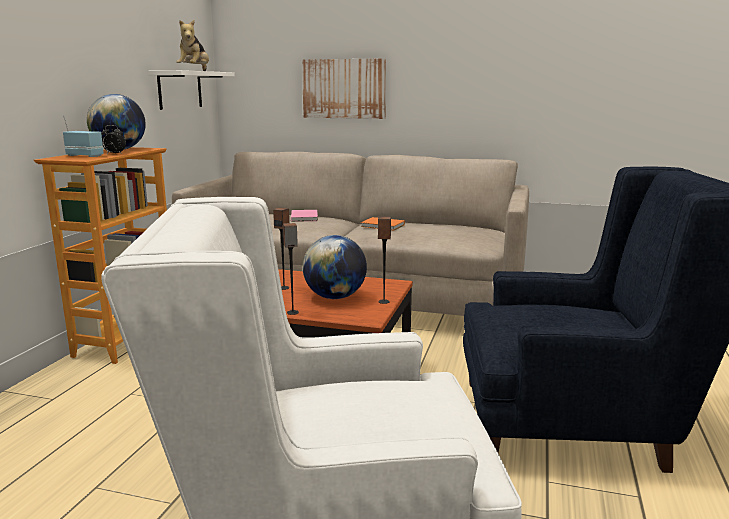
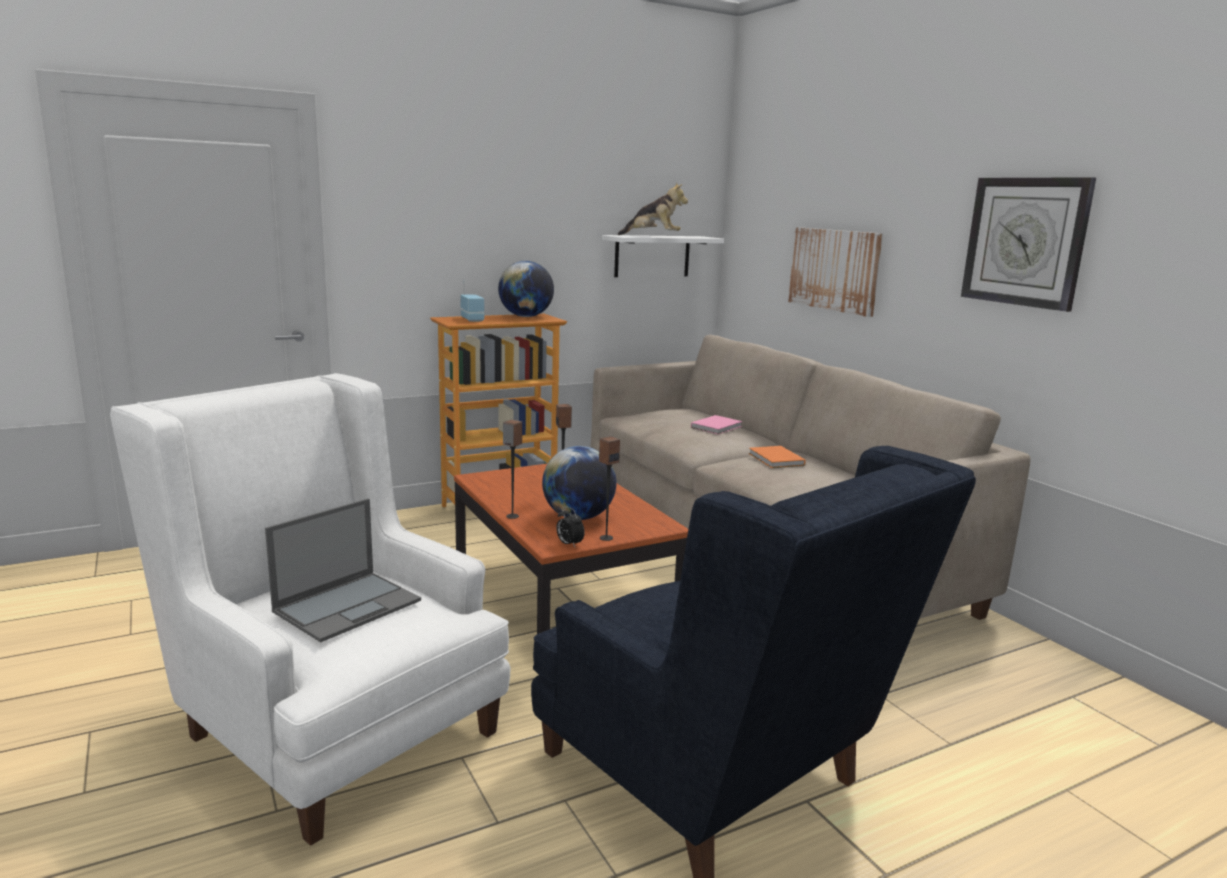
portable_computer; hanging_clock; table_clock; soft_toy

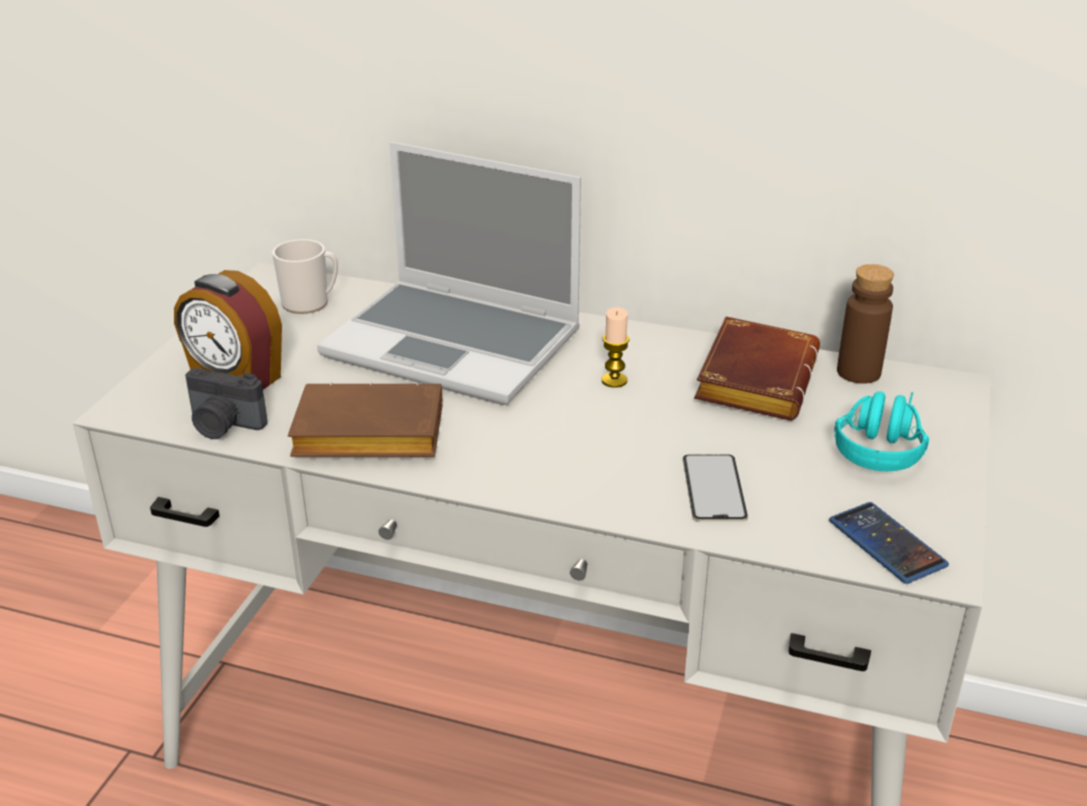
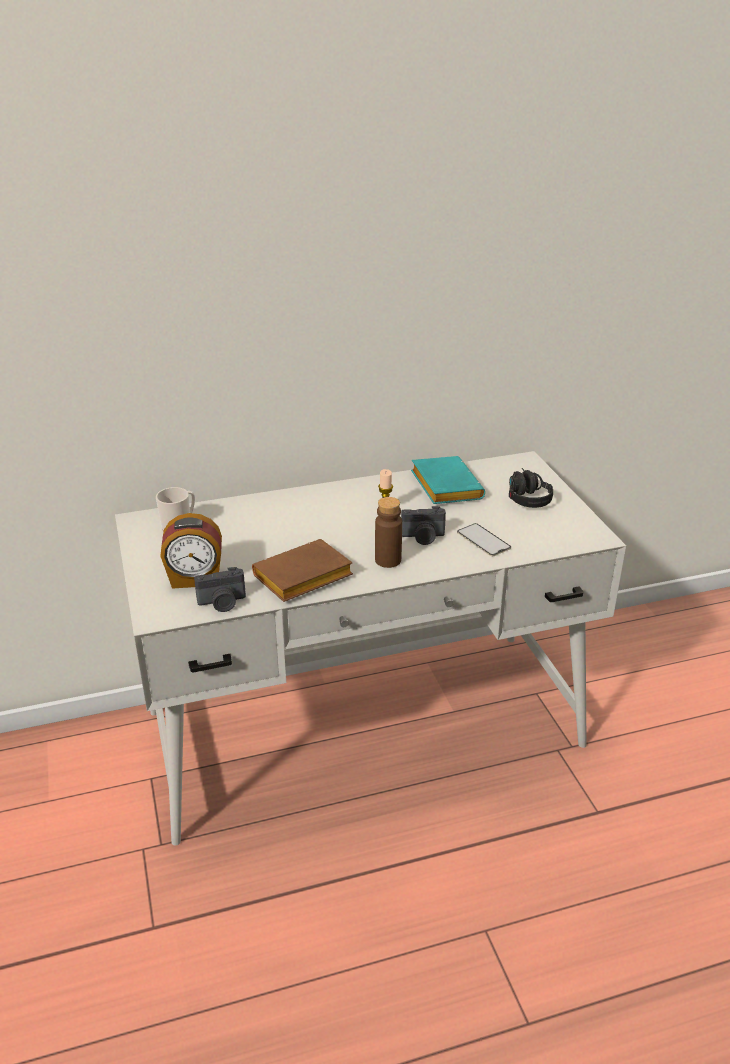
portable_computer; phone (2nd from left in the first image); still_camera (2nd from left); brown-coloured_drink_bottle; blue-green_bound_book; black_pair_of_headphones

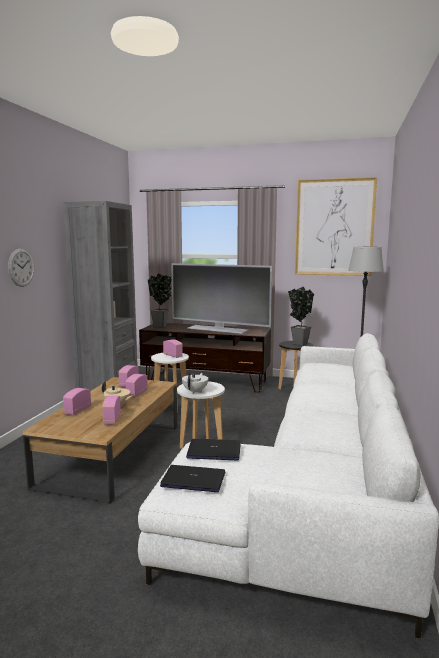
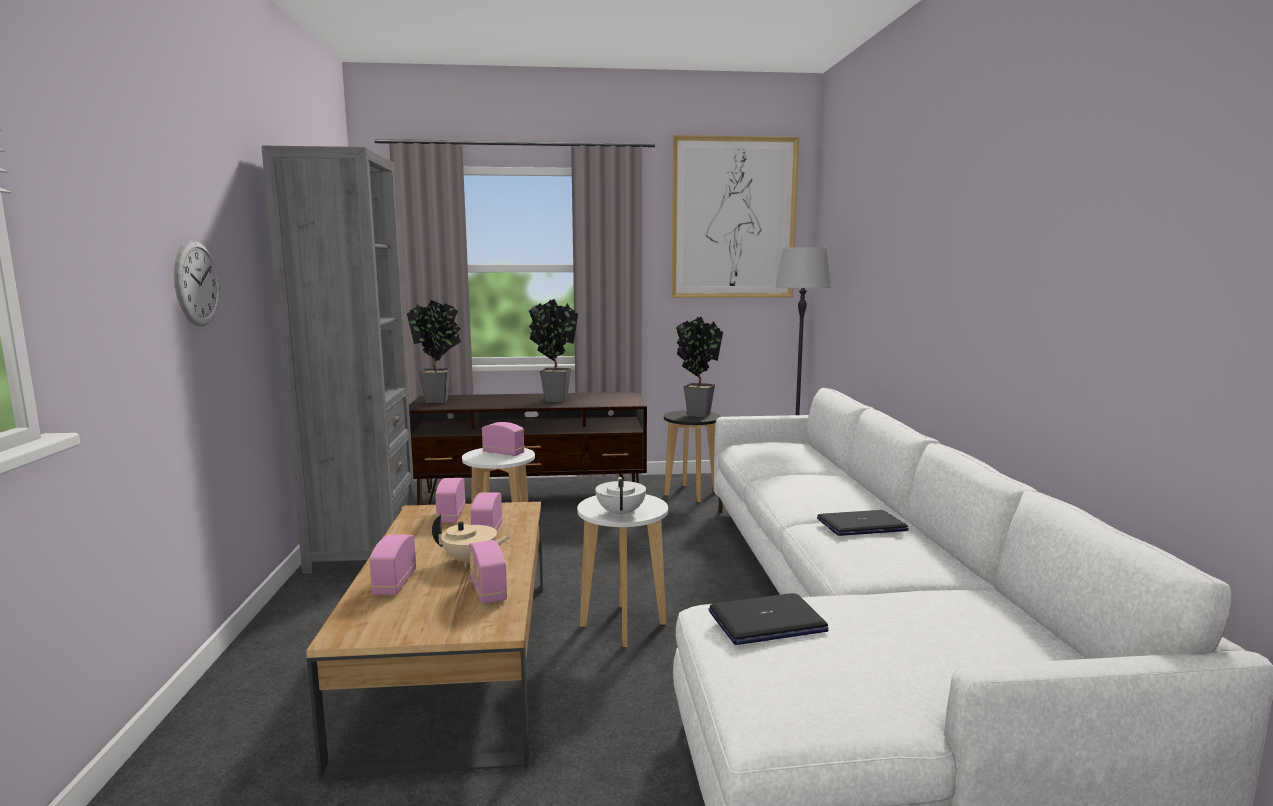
portable_computer (2nd from left); houseplant (2nd from left)

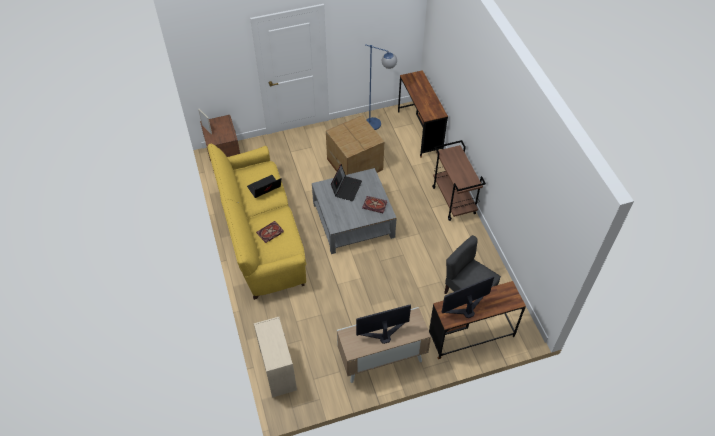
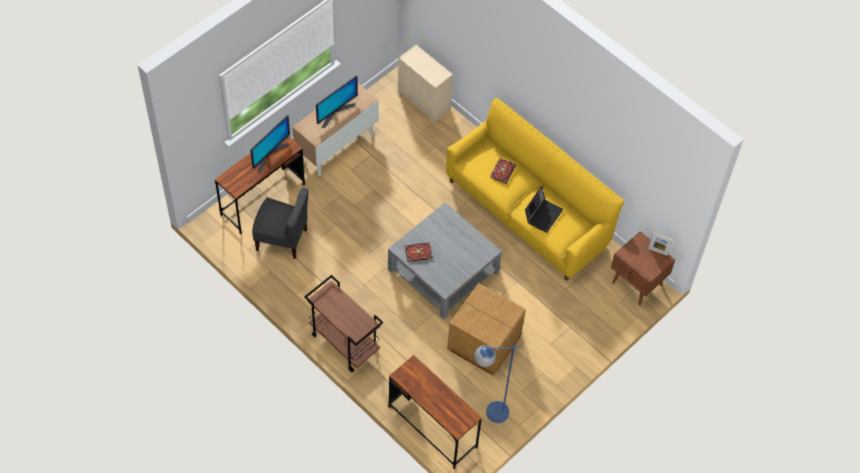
portable_computer (2nd from left in the first image)

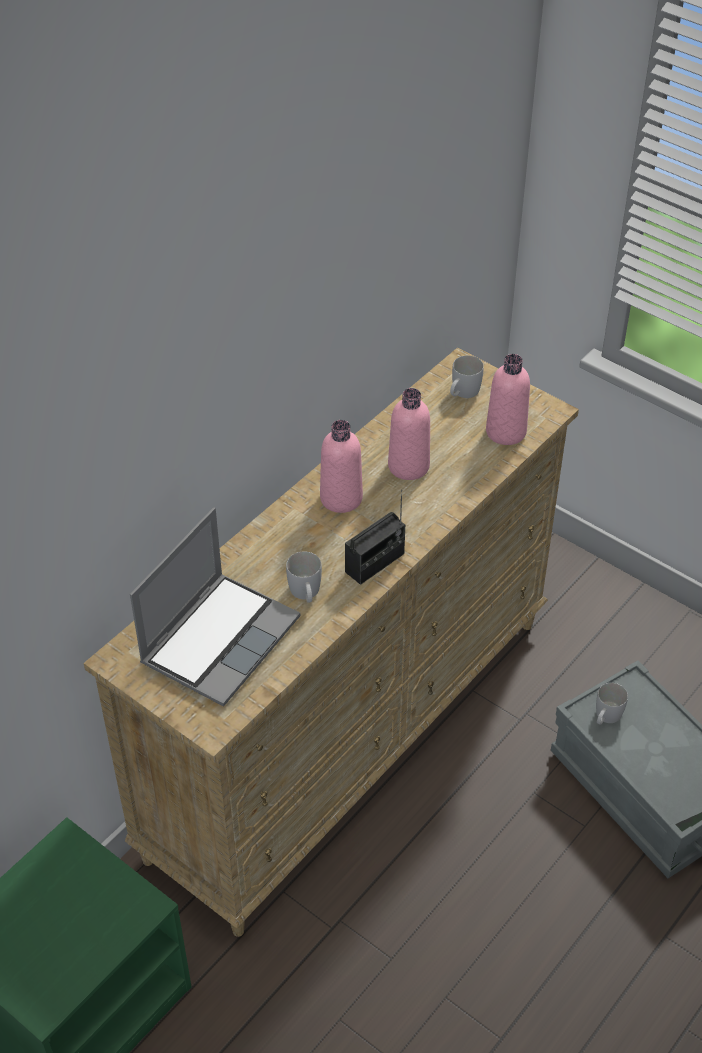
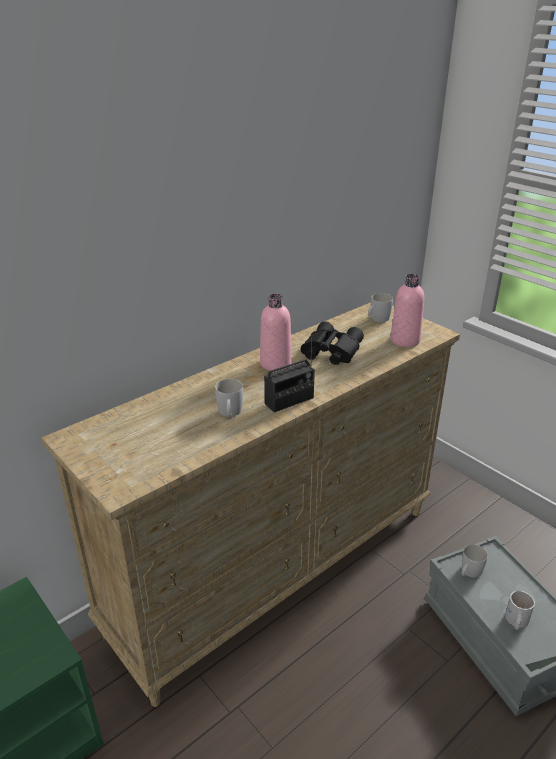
portable_computer; white-coloured_mug (4th from left); black_binoculars

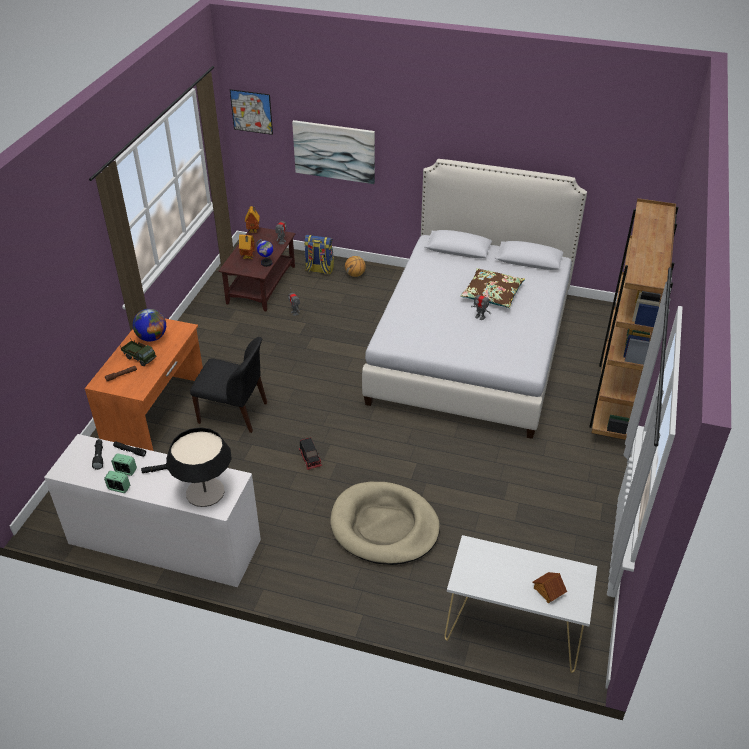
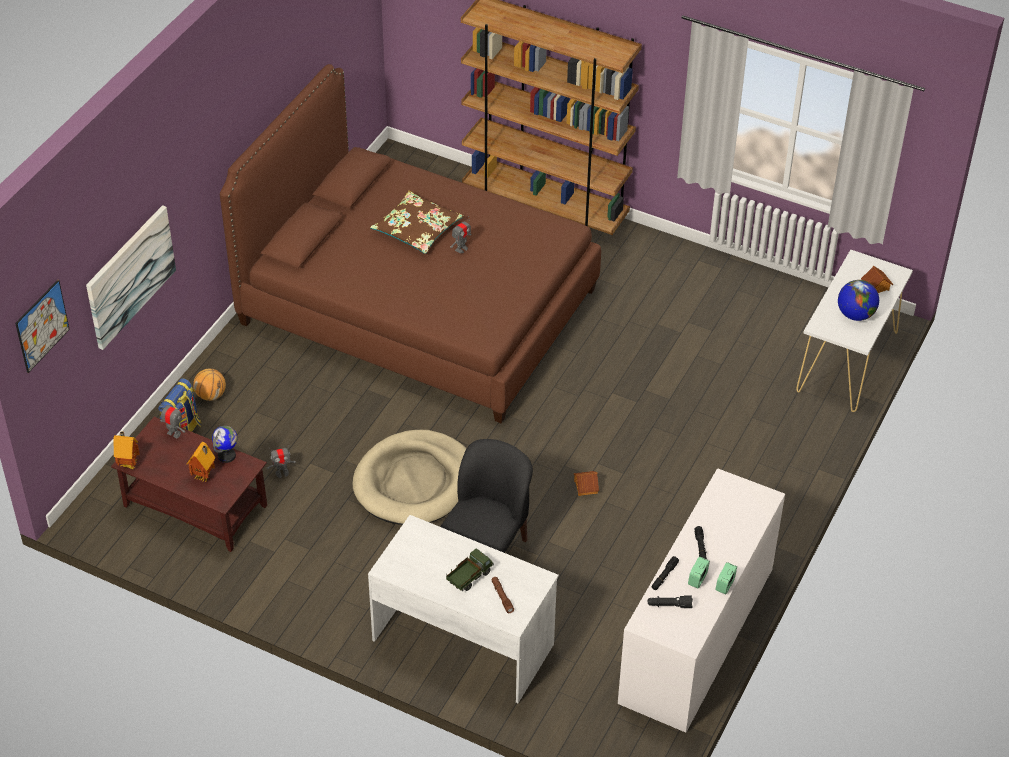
lamp_for_a_table; world_globe (2nd from left); sand-coloured_dog_cushion; miniature_house (3rd from left); white-coloured_desk_unit; brown-coloured_bed

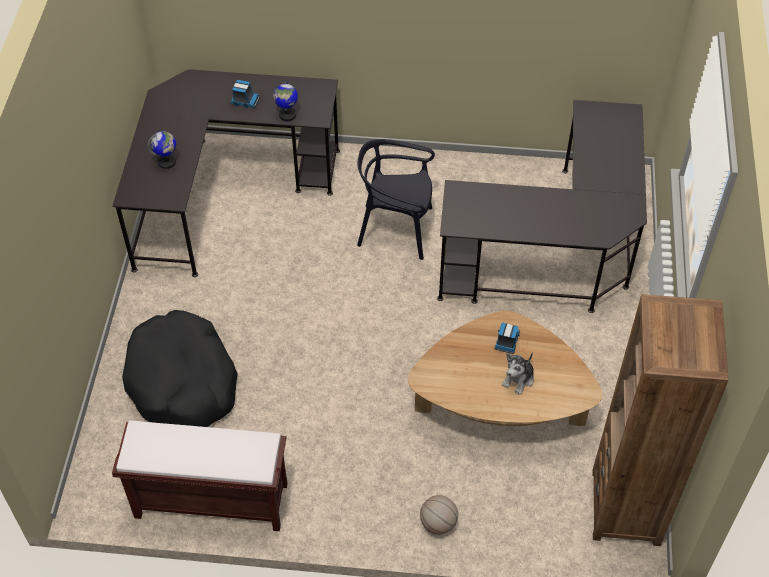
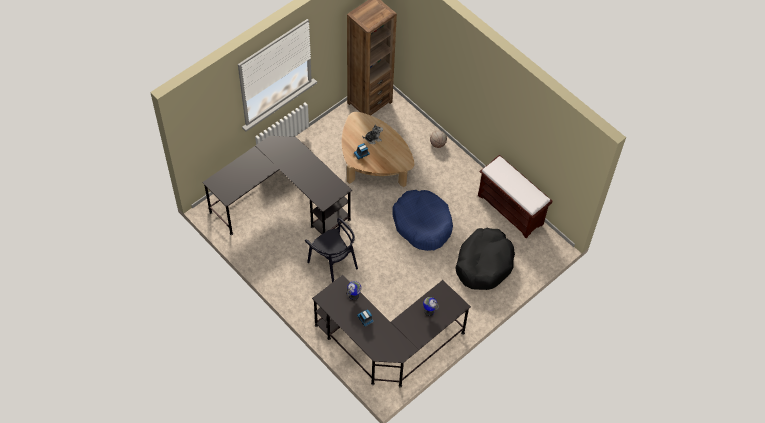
bluish_dog_cushion

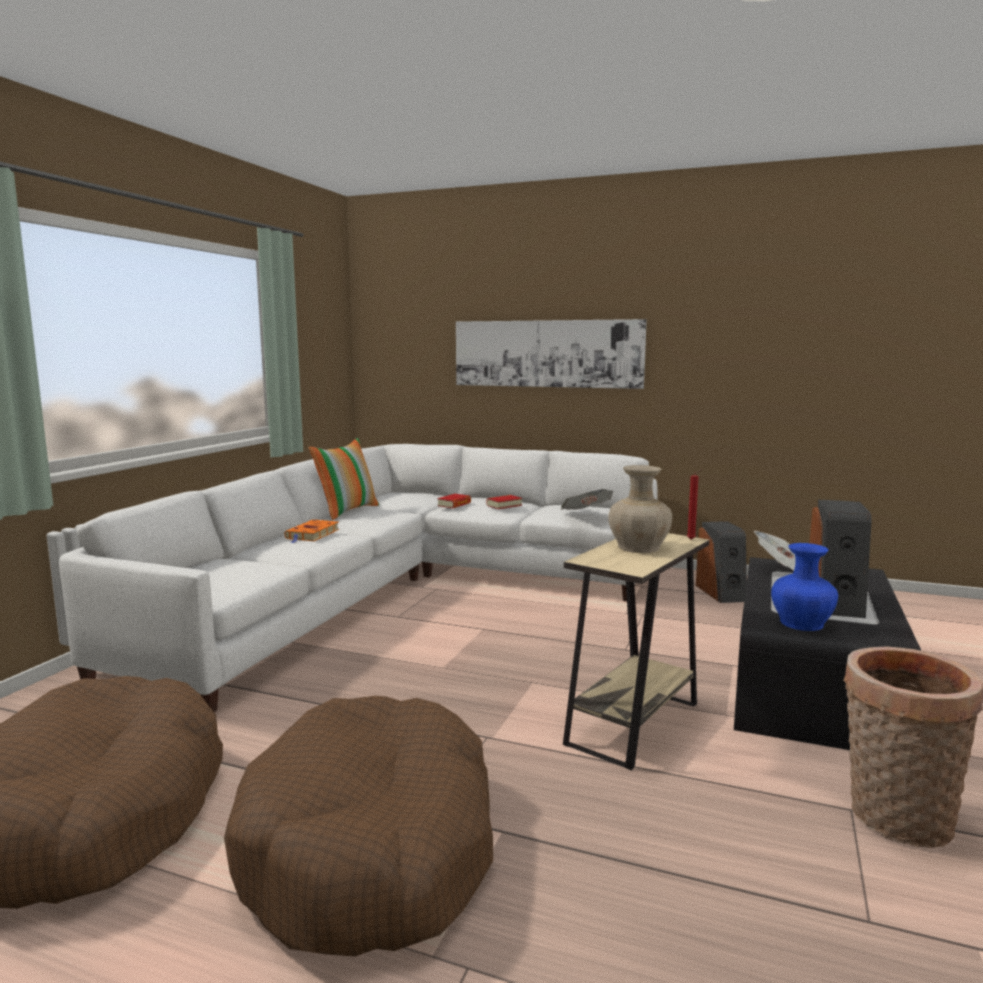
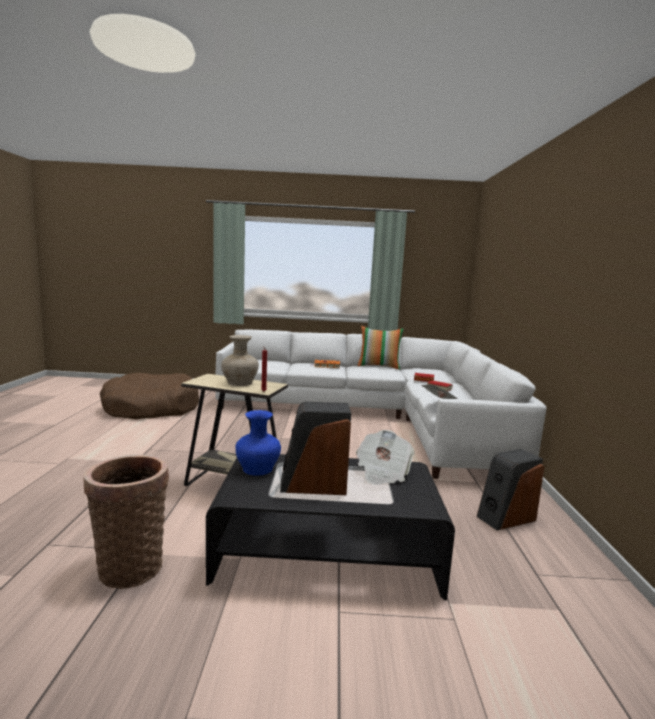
brown-coloured_dog_cushion (2nd from left in the first image); wall_picture

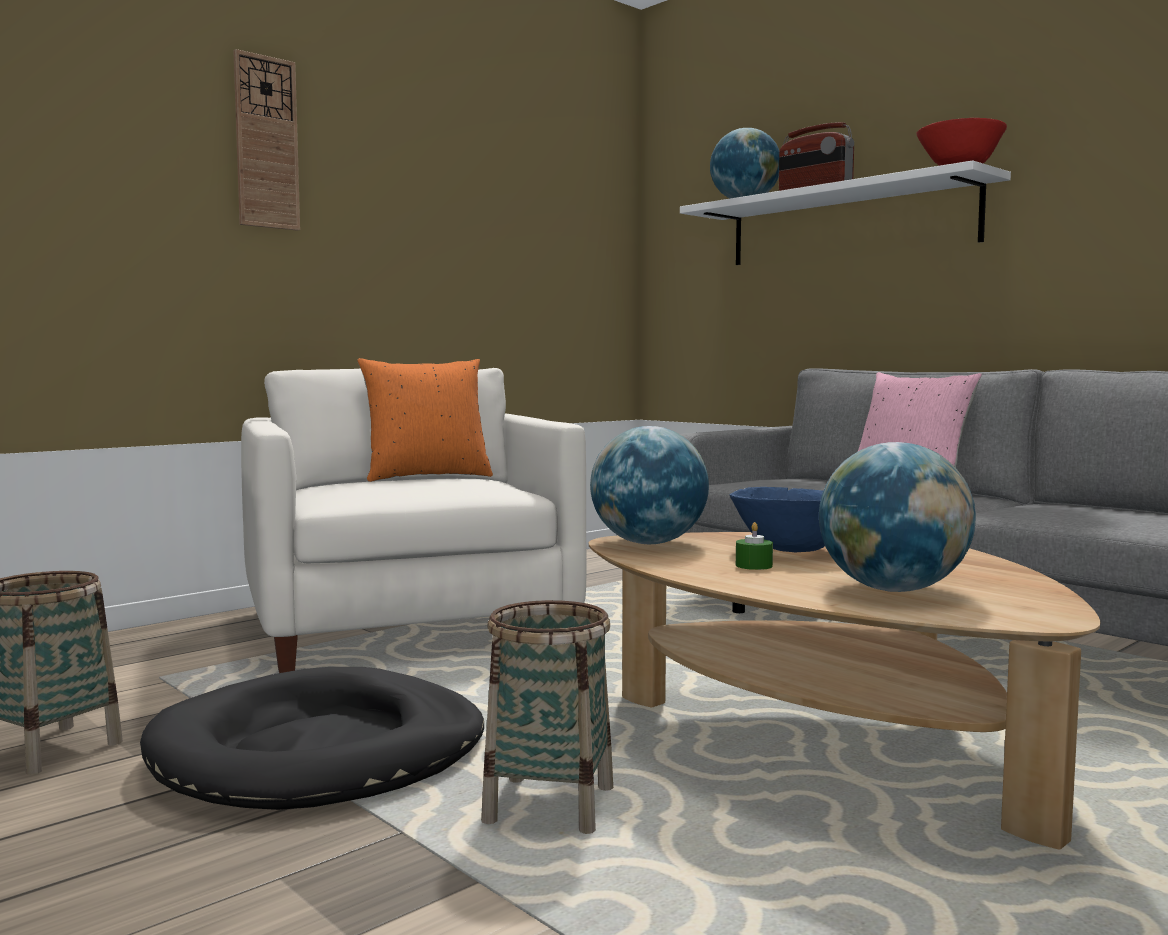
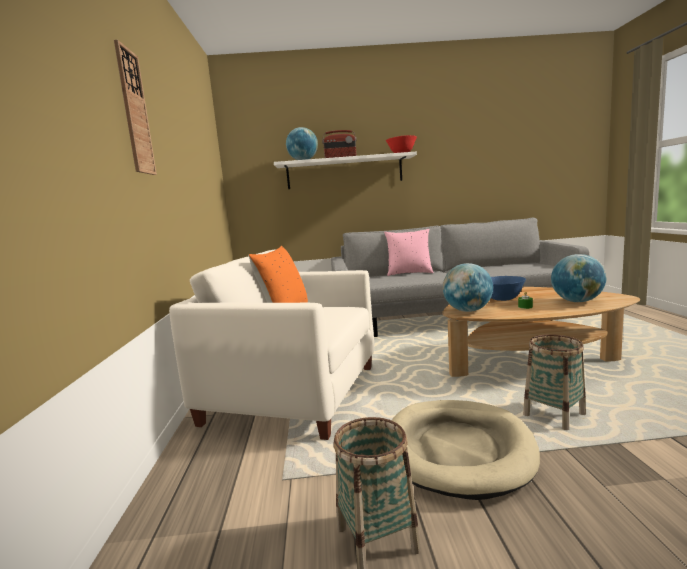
sand-coloured_dog_cushion

